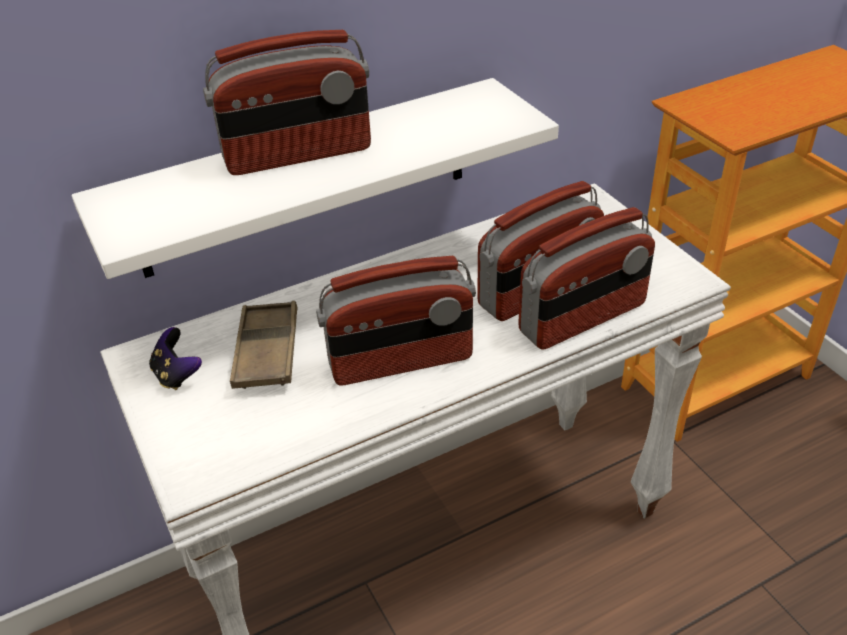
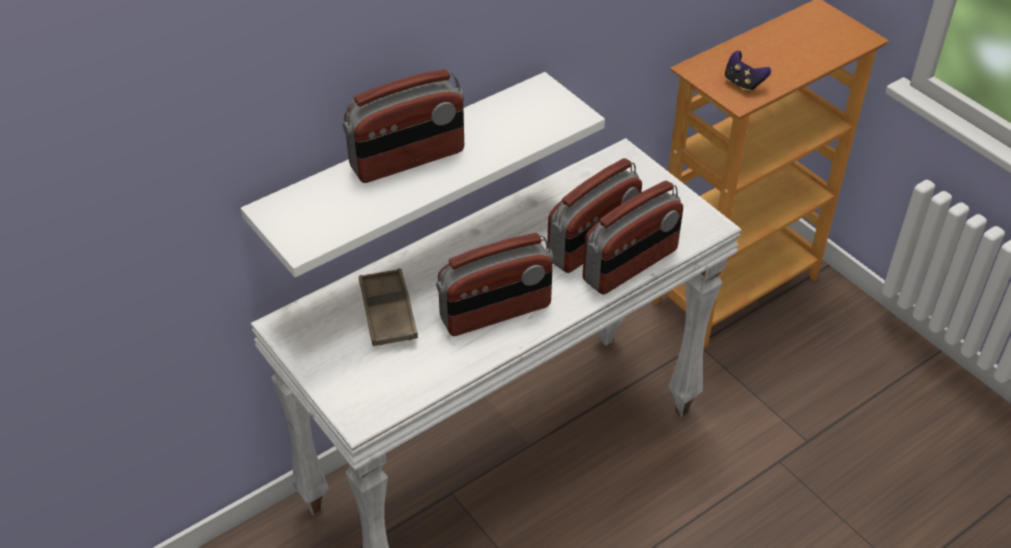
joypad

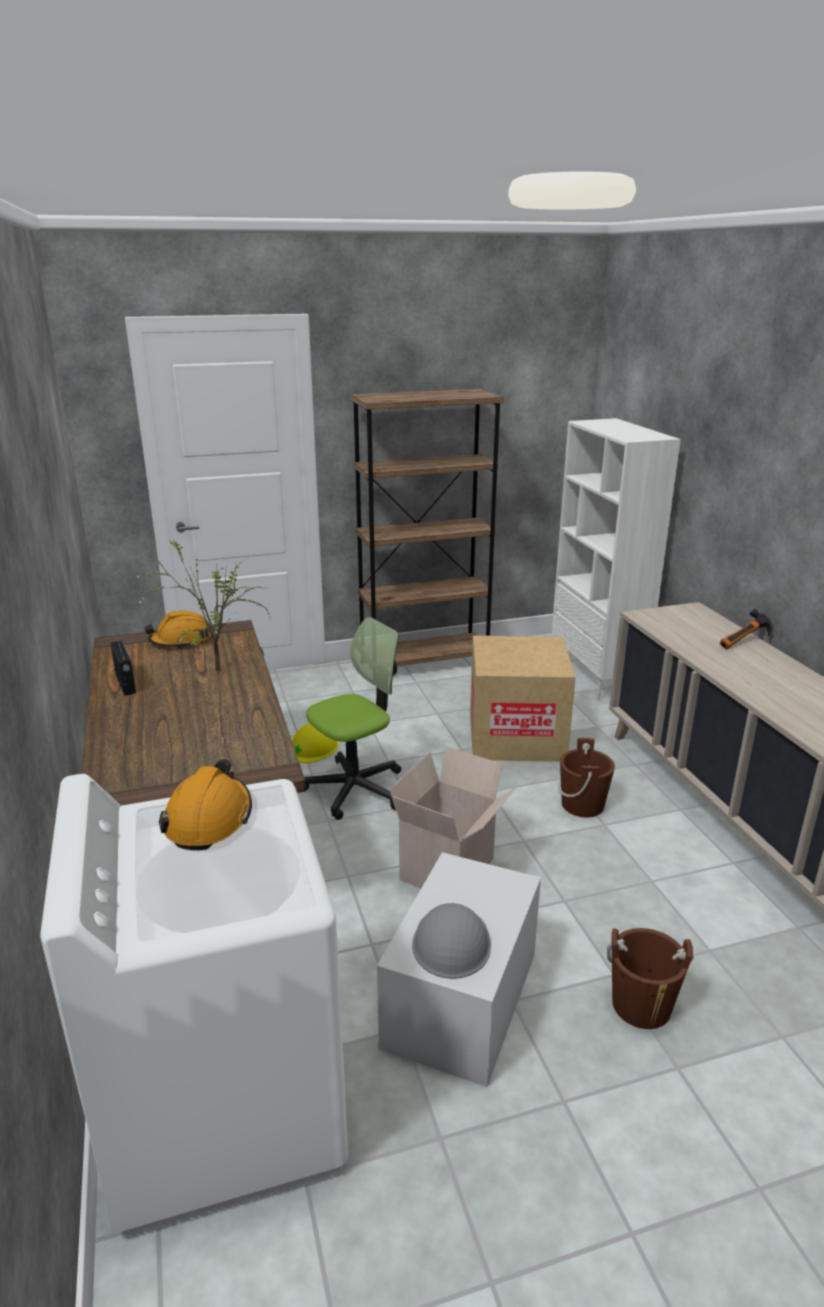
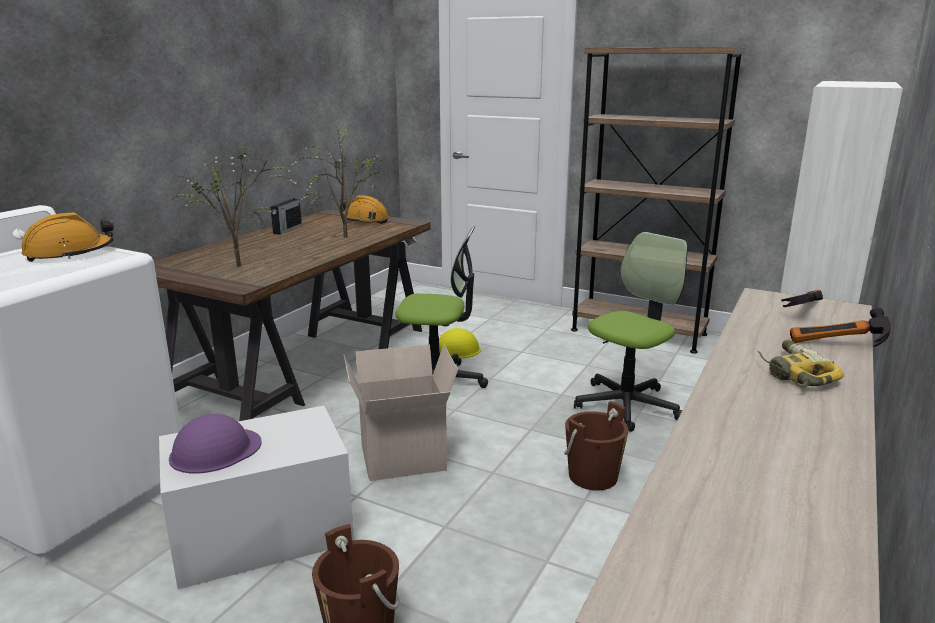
houseplant (1st from left); power_drill; hammer (1st from left); computer_chair (2nd from left); purple_hard_hat

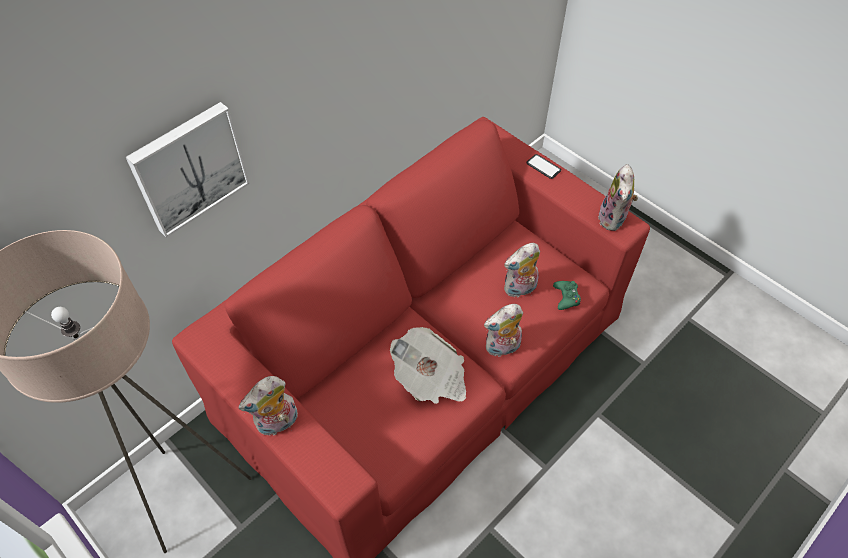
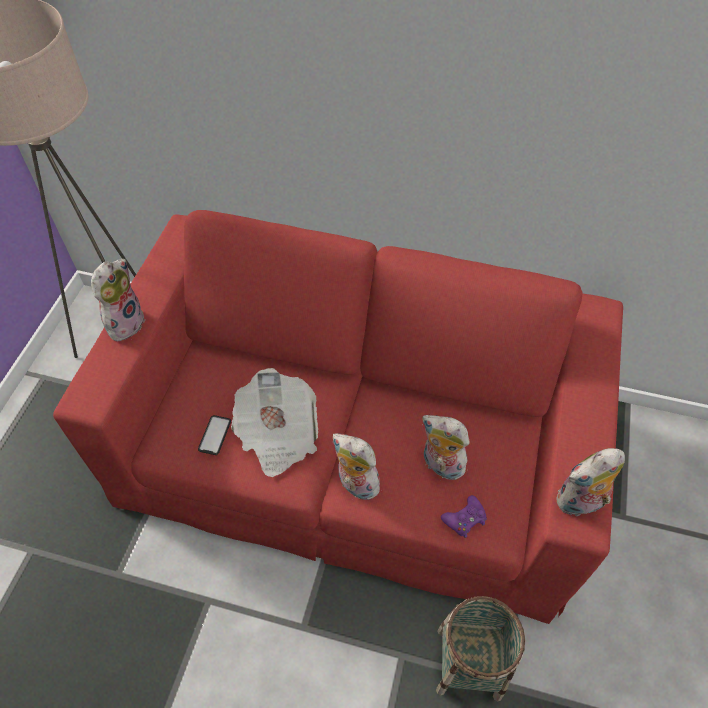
wall_picture; household_basket; phone; purple_joypad; soft_toy (1st from left)

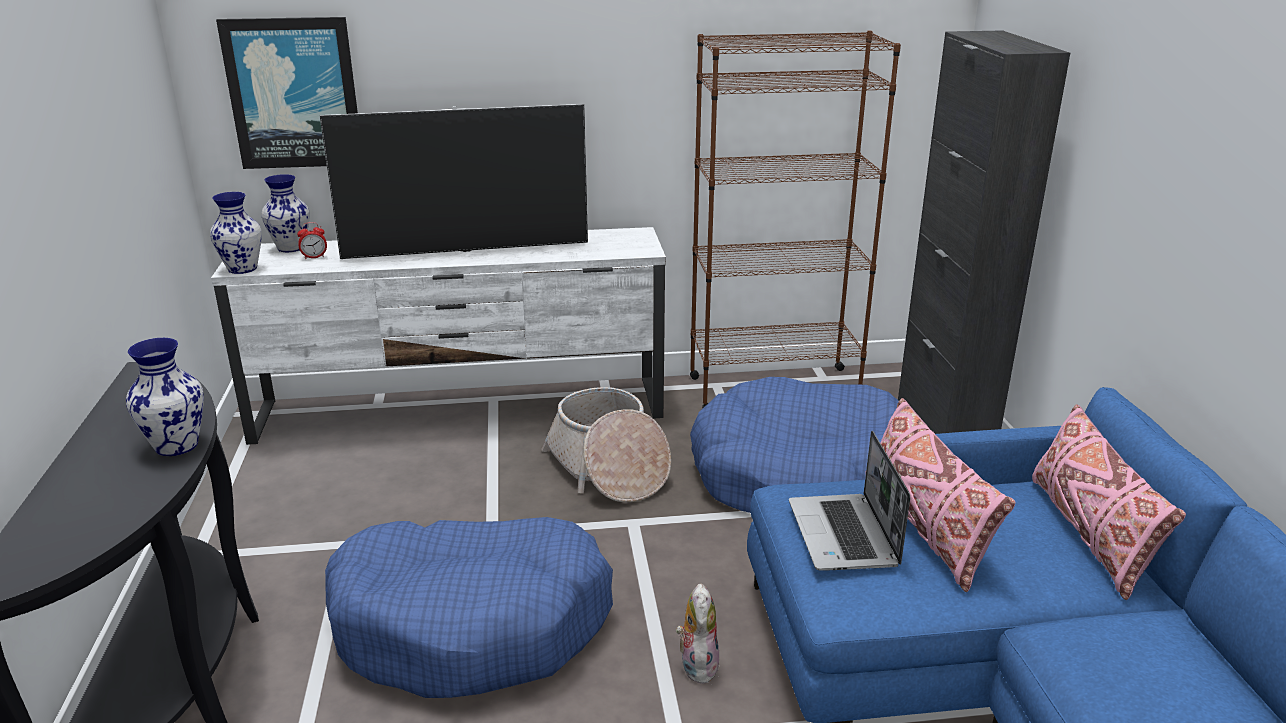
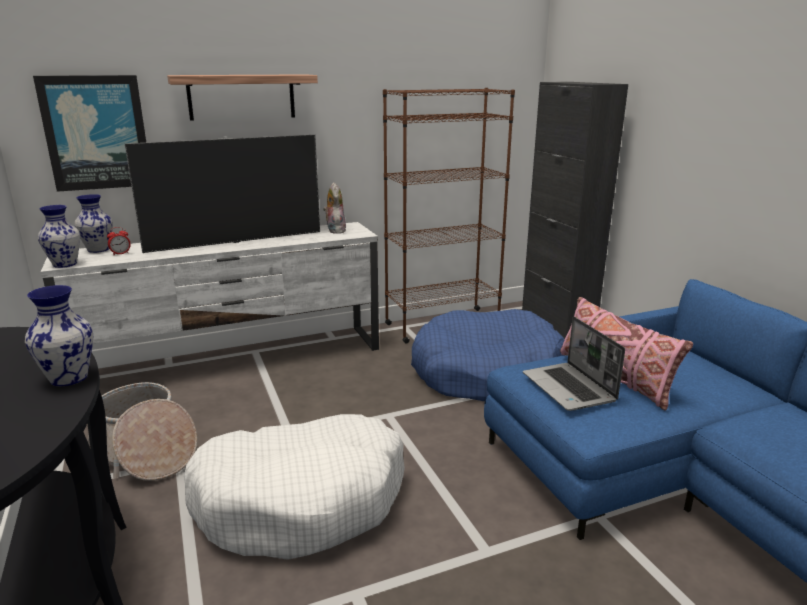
pink-coloured_throw_pillow (2nd from left in the first image); wall_shelf; household_basket; soft_toy; white-coloured_dog_cushion

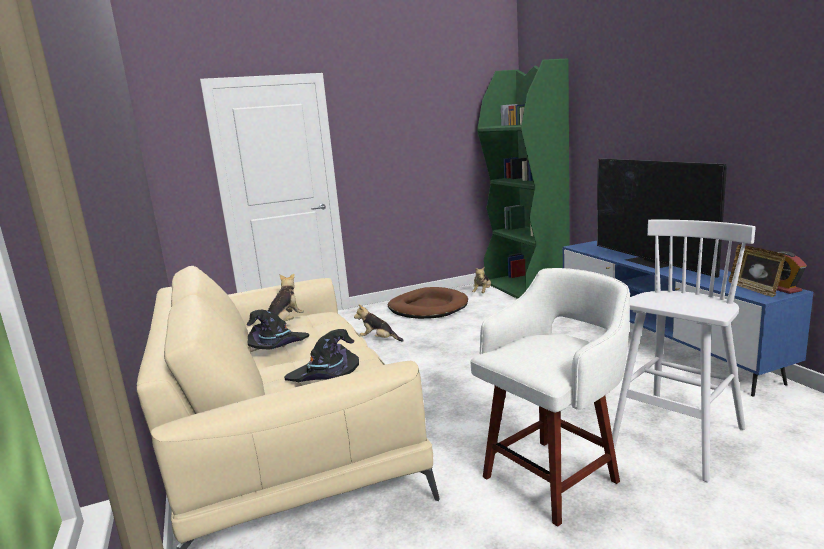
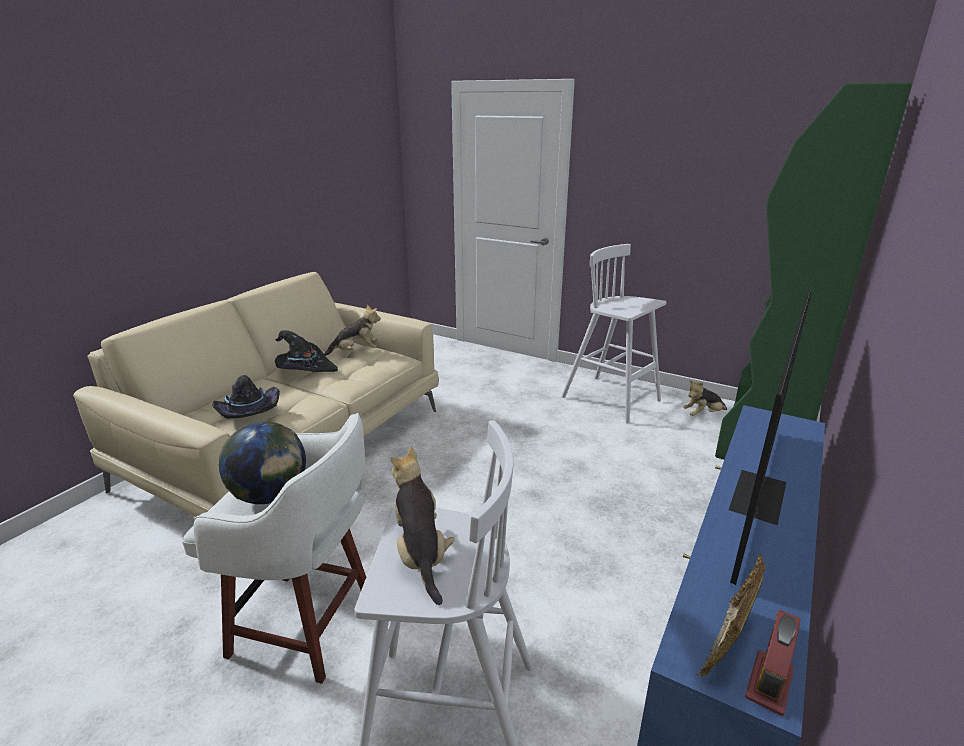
world_globe; soft_toy (2nd from left); white-coloured_sitting_stool (3rd from left)

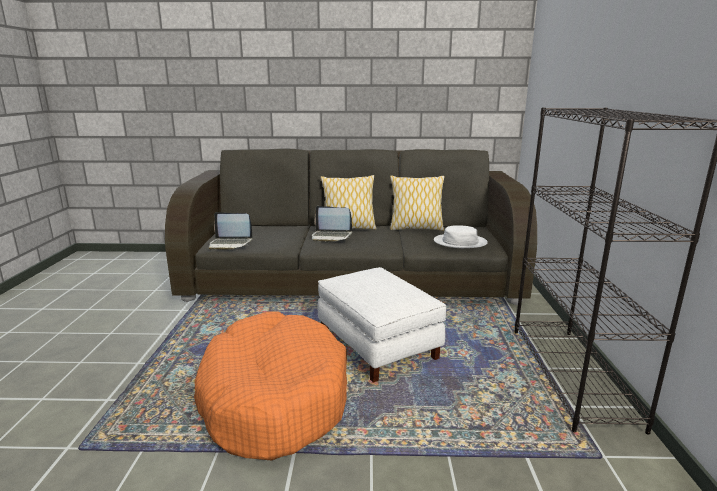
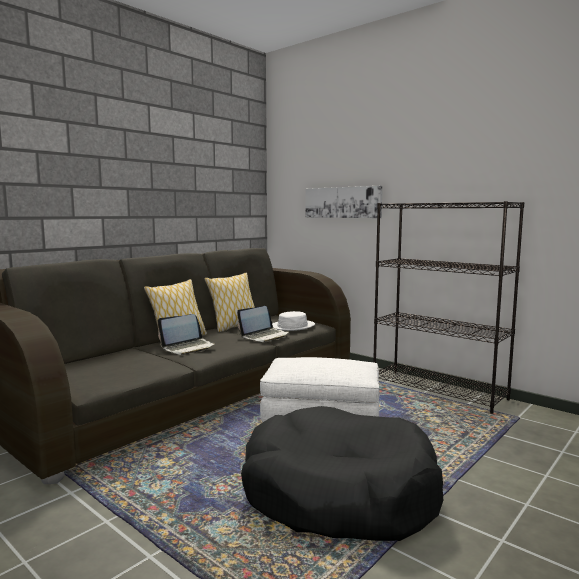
wall_picture; portable_computer (2nd from left); black_dog_cushion

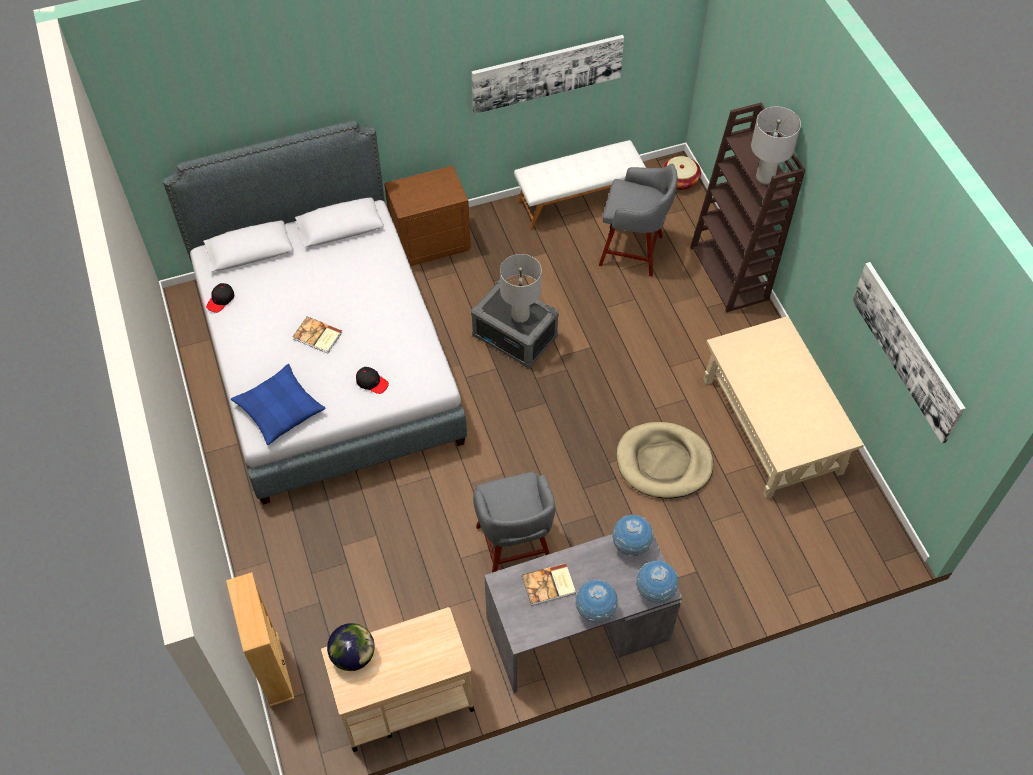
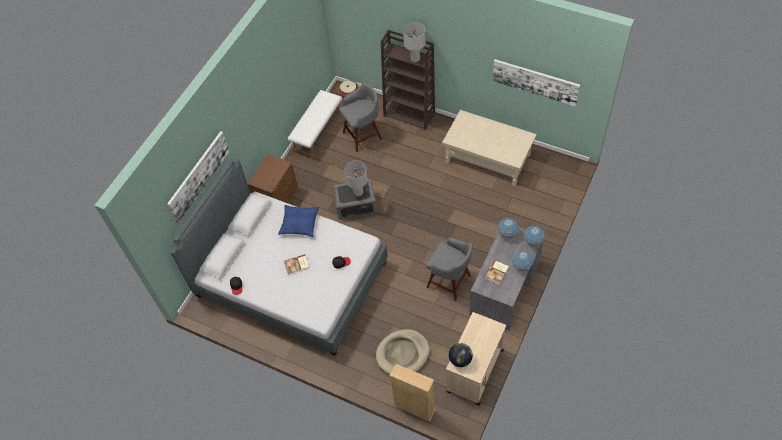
bluish_throw_pillow; wall_picture (1st from left); sand-coloured_dog_cushion

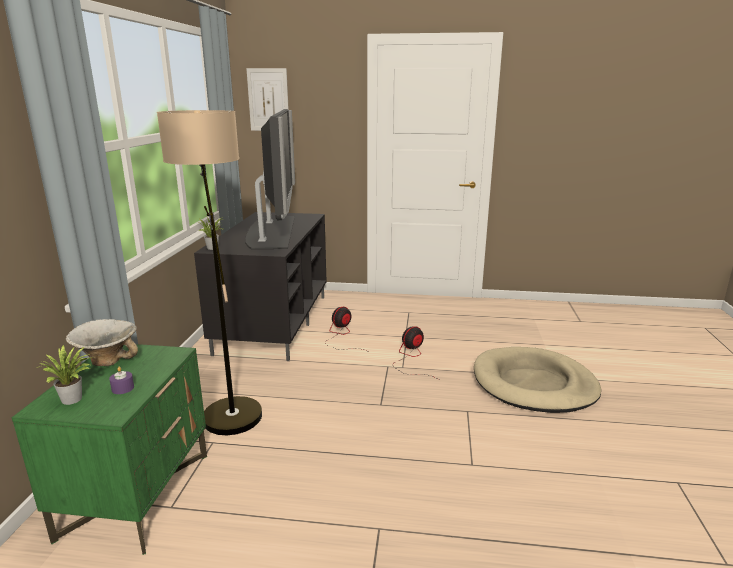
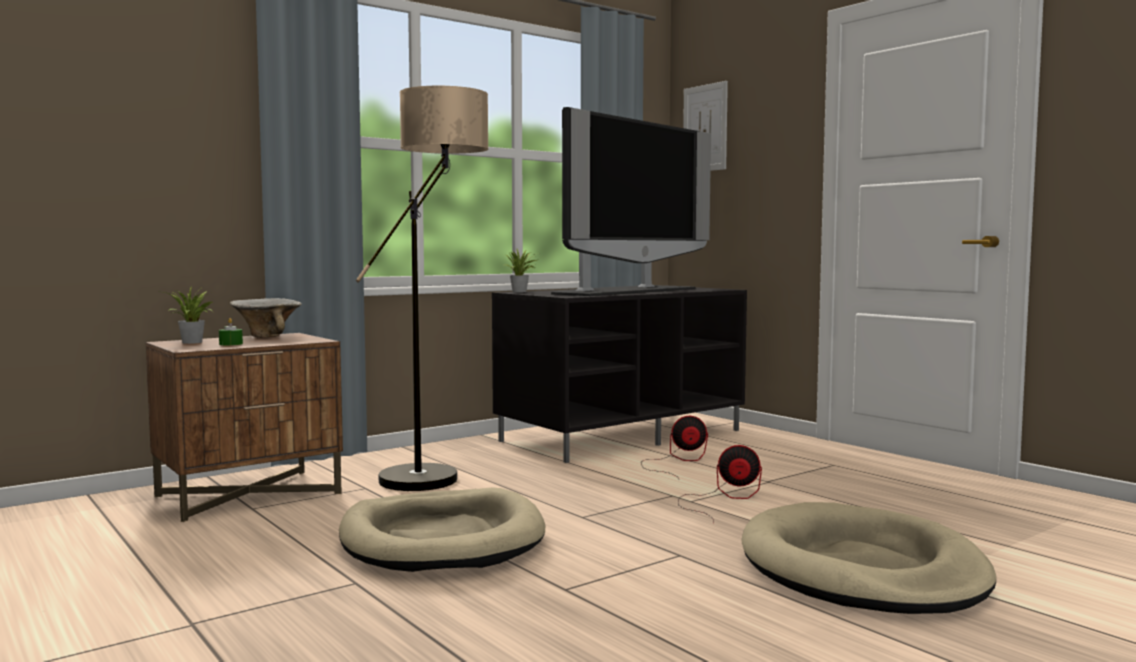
sand-coloured_dog_cushion (1st from left); brown-coloured_night_table; greenish_candle

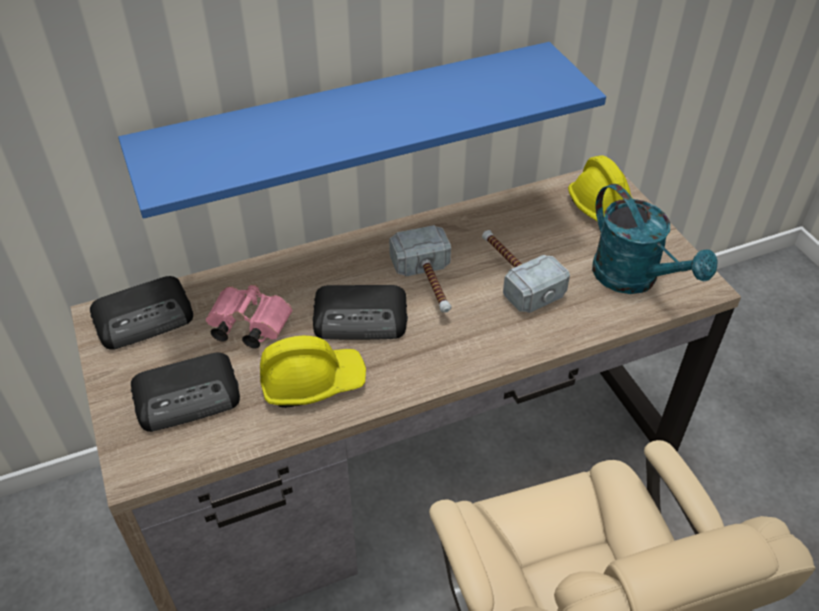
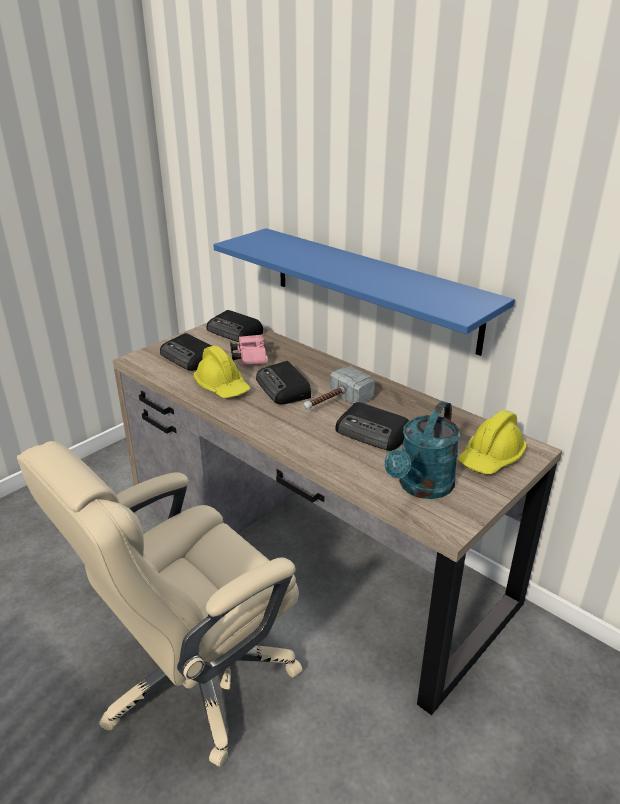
radio (4th from left)

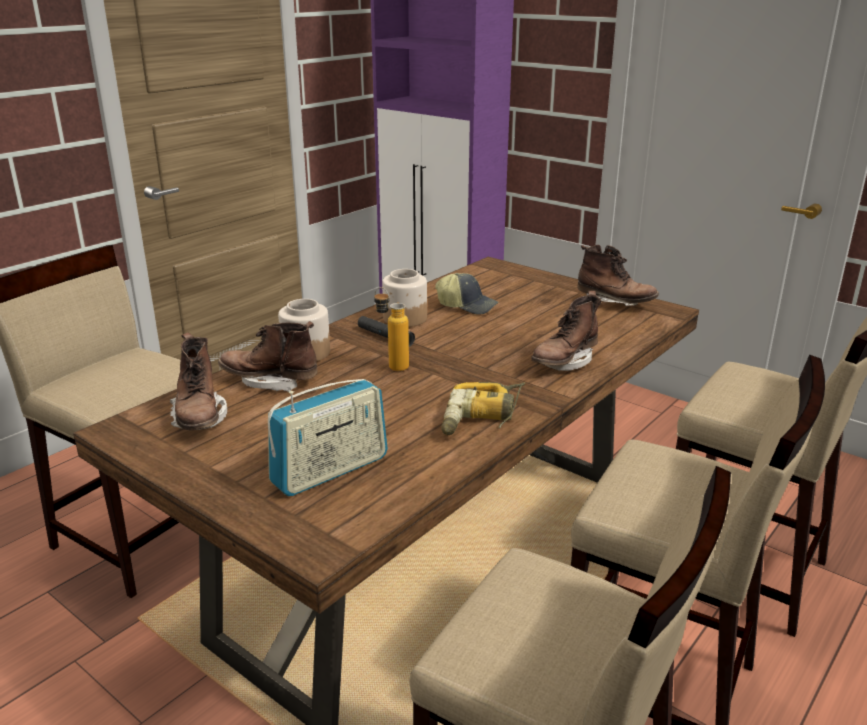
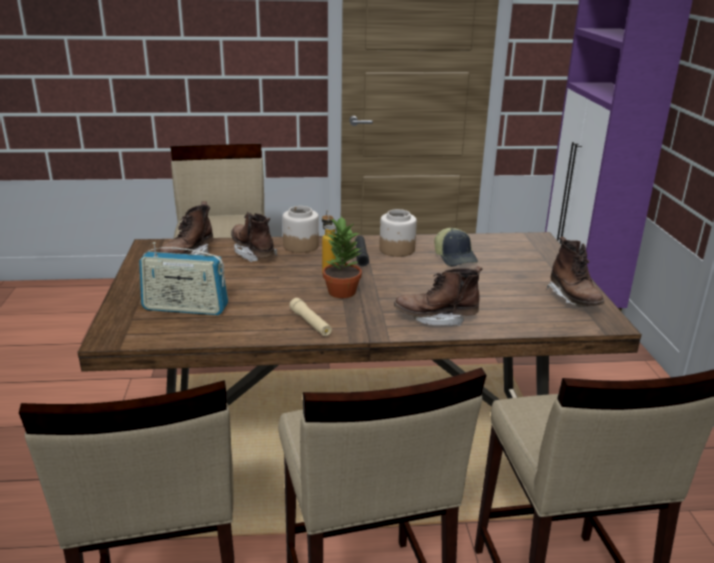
houseplant; sand-coloured_hand_torch

